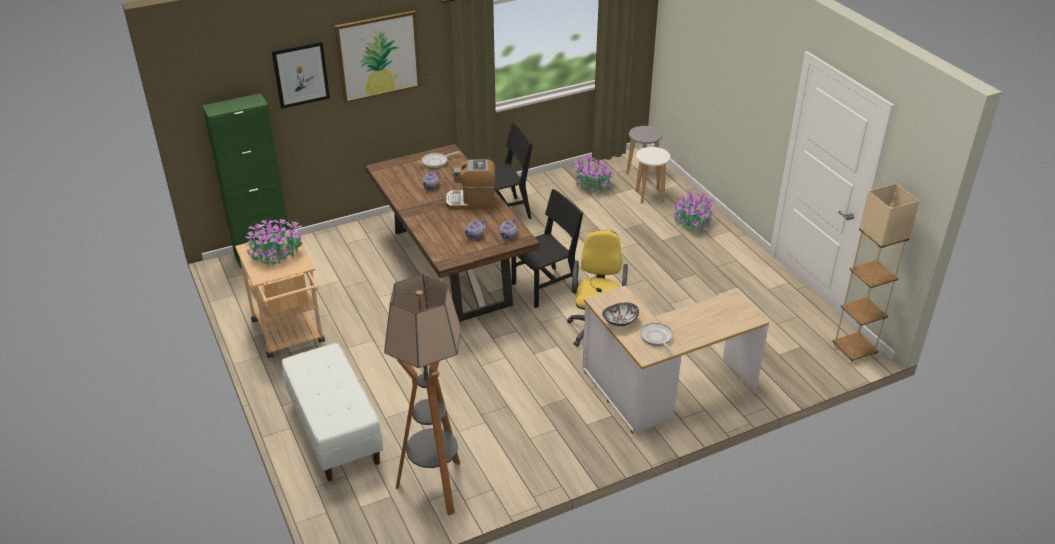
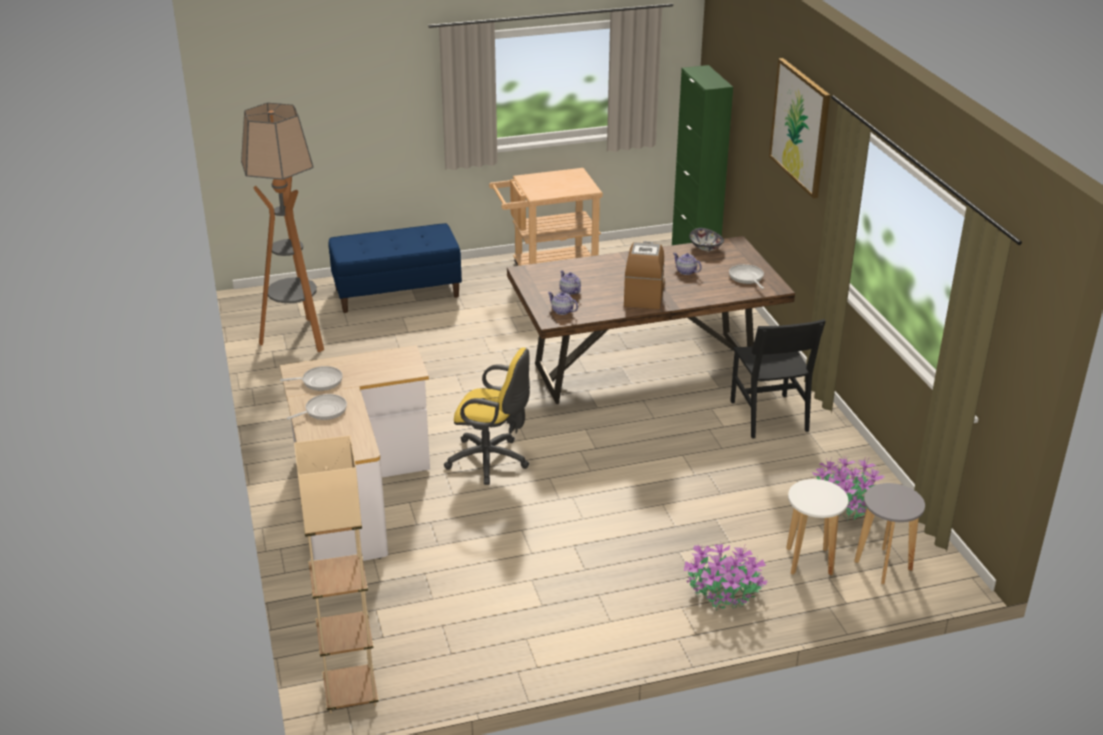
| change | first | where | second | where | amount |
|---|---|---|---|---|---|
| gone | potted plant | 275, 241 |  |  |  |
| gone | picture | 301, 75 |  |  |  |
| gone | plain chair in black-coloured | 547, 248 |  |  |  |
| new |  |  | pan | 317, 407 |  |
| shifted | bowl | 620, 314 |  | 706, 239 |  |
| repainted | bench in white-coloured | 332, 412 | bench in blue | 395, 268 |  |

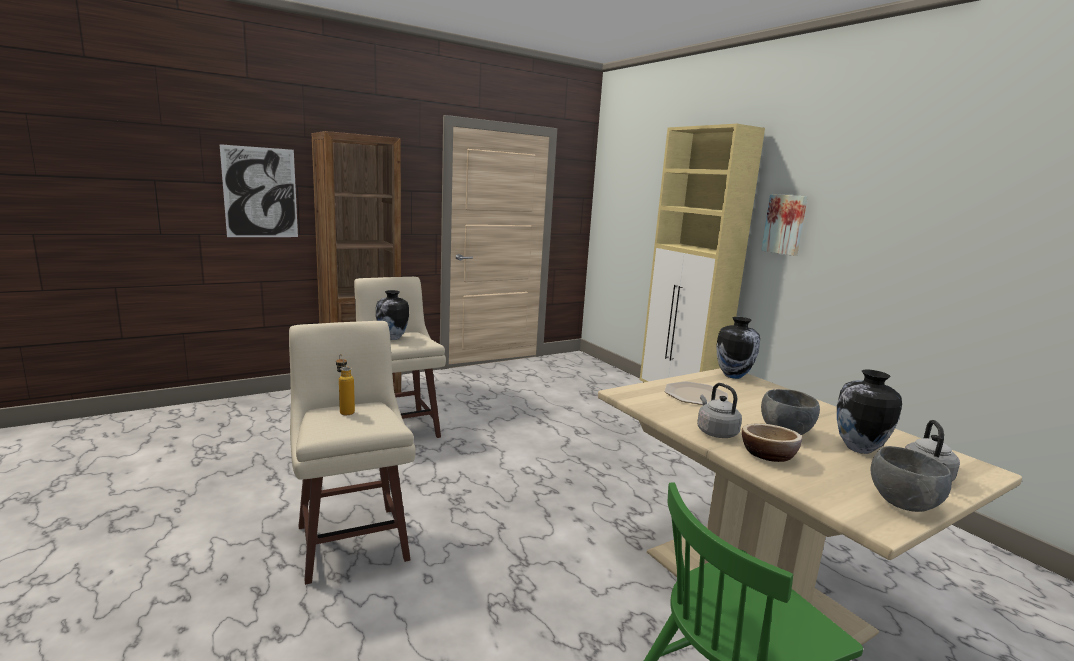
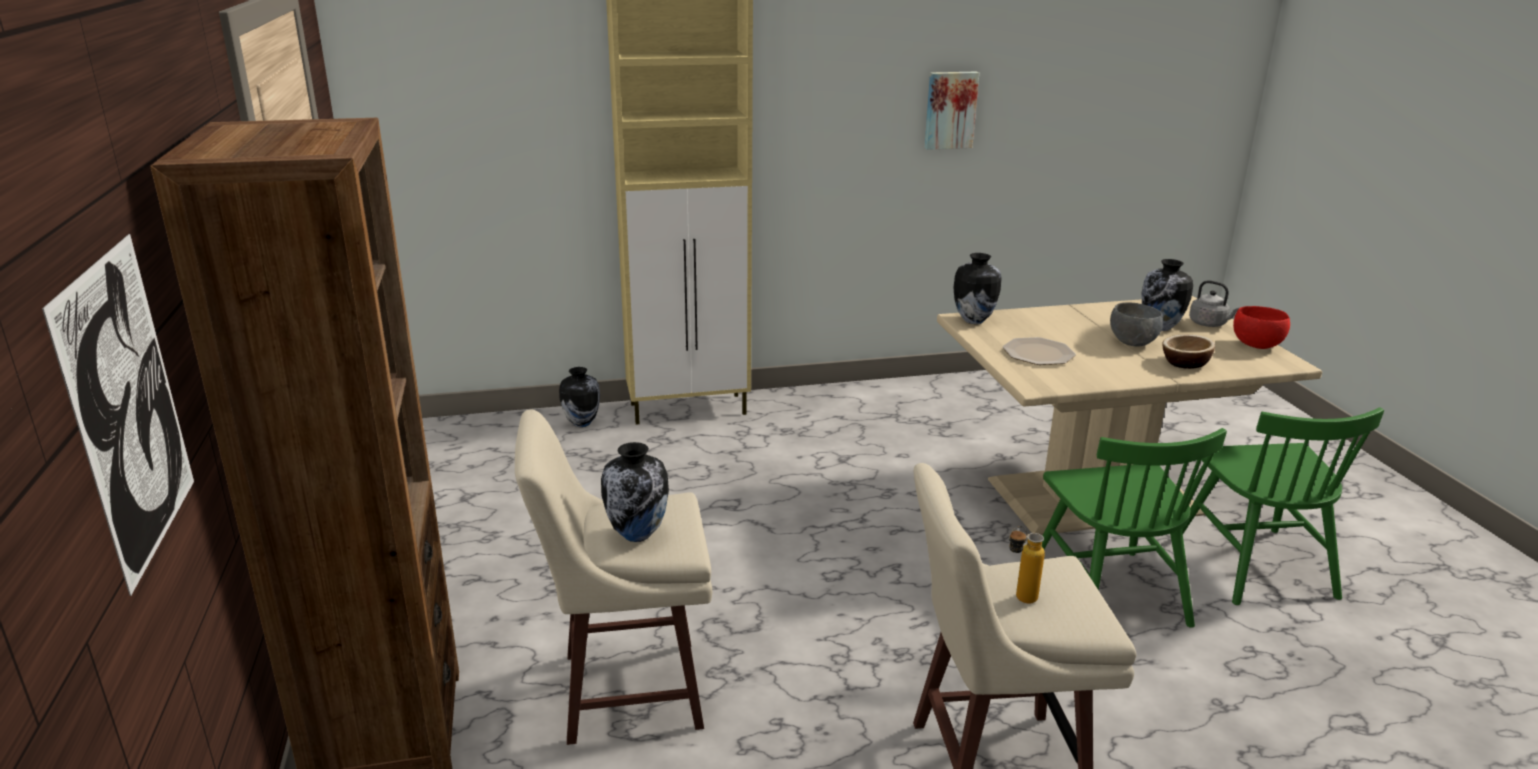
| change | first | where | second | where | amount |
|---|---|---|---|---|---|
| gone | kettle in grey | 719, 410 |  |  |  |
| new |  |  | decorative vase | 579, 397 |  |
| new |  |  | plain chair in green | 1134, 528 |  |
| shifted | picture | 784, 225 |  | 951, 111 |  |
| repainted | bowl in grey | 911, 479 | bowl in red | 1261, 327 |  |

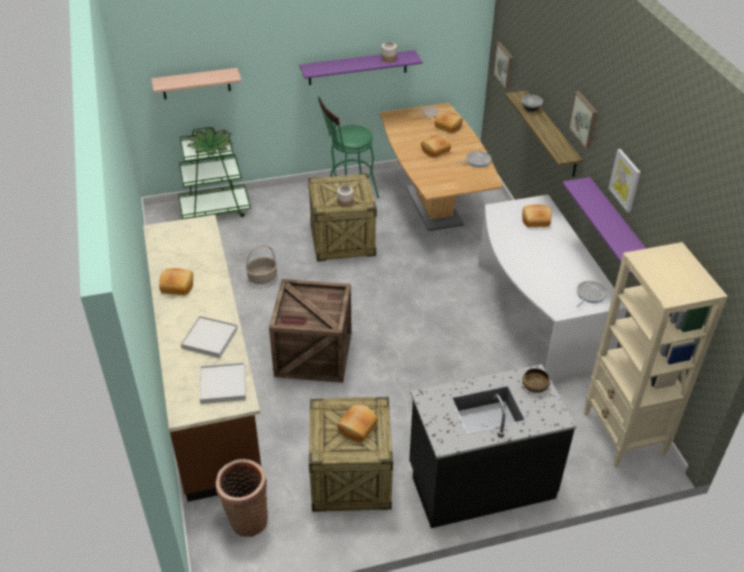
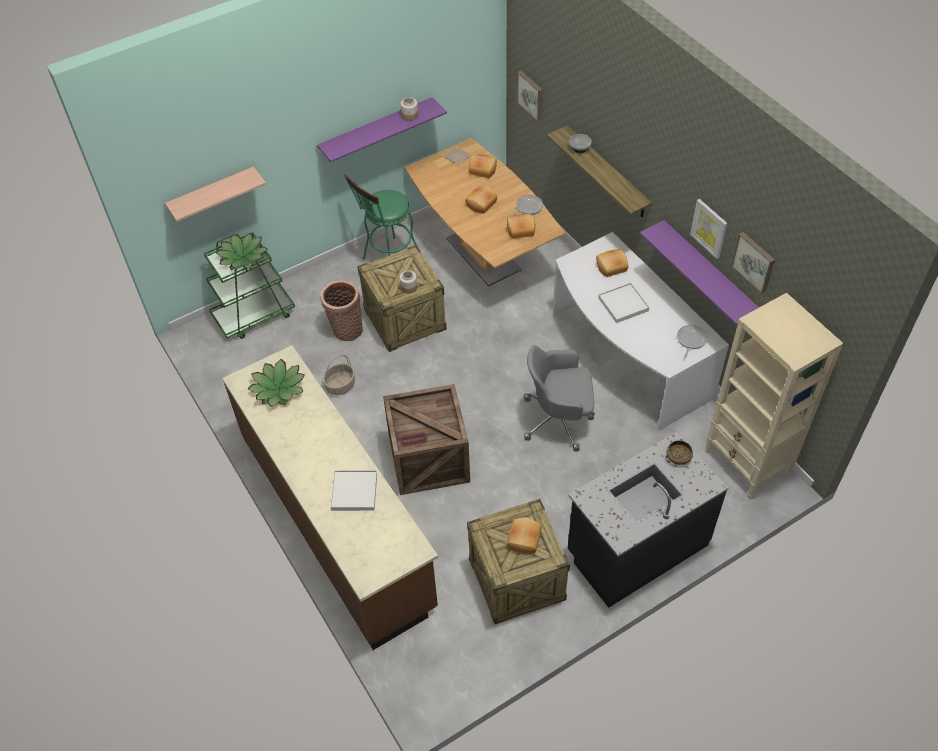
| change | first | where | second | where | amount |
|---|---|---|---|---|---|
| new |  |  | potted plant | 276, 383 |  |
| new |  |  | office chair in grey | 559, 398 |  |
| shifted | baked bread | 176, 282 |  | 521, 226 |  |
| shifted | serving tray in white-coloured | 223, 383 |  | 623, 303 |  |
| shifted | basket | 242, 498 |  | 341, 310 |  |
| shifted | picture | 583, 120 |  | 753, 263 |  |

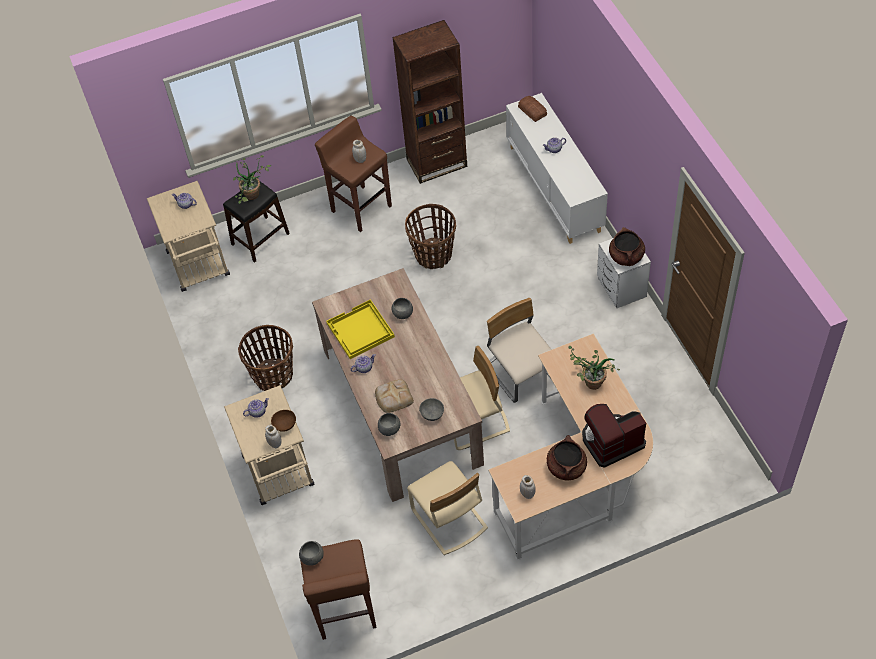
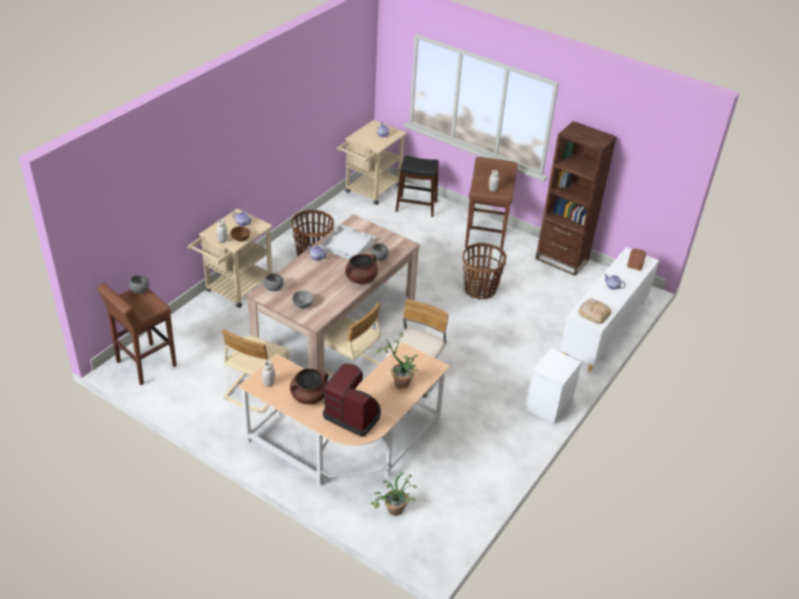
| change | first | where | second | where | amount |
|---|---|---|---|---|---|
| shifted | potted plant | 252, 179 |  | 393, 494 |  |
| shifted | baked bread | 394, 396 |  | 594, 311 |  |
| shifted | saucepot in brown-coloured | 627, 246 |  | 361, 269 |  |
| repainted | serving tray in yellow | 360, 329 | serving tray in white-coloured | 348, 242 |  |

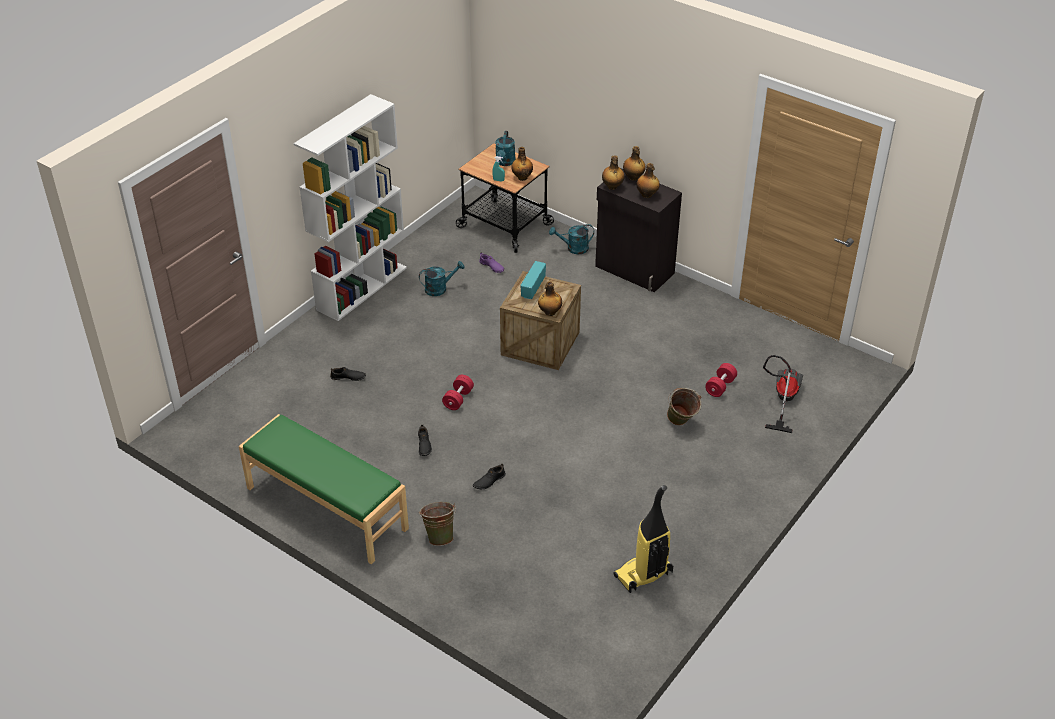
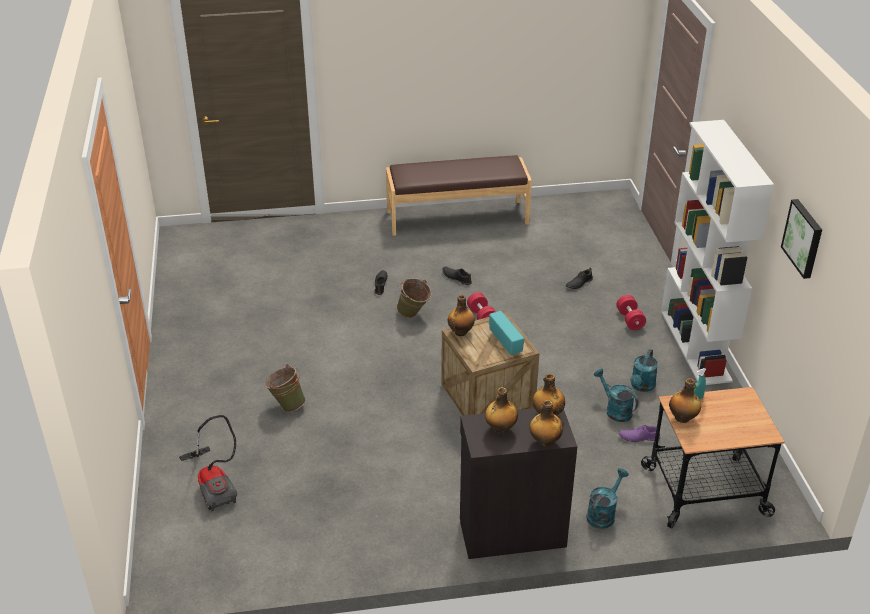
| change | first | where | second | where | amount |
|---|---|---|---|---|---|
| gone | vacuum cleaner | 643, 539 |  |  |  |
| new |  |  | picture | 801, 239 |  |
| shifted | pail in green | 437, 524 |  | 414, 298 |  |
| shifted | watering can in turquoise | 505, 148 |  | 616, 395 |  |
| shifted | free weight in red | 721, 380 |  | 631, 312 |  |
| repainted | bench in green | 324, 489 | bench in brown-coloured | 459, 195 |  |

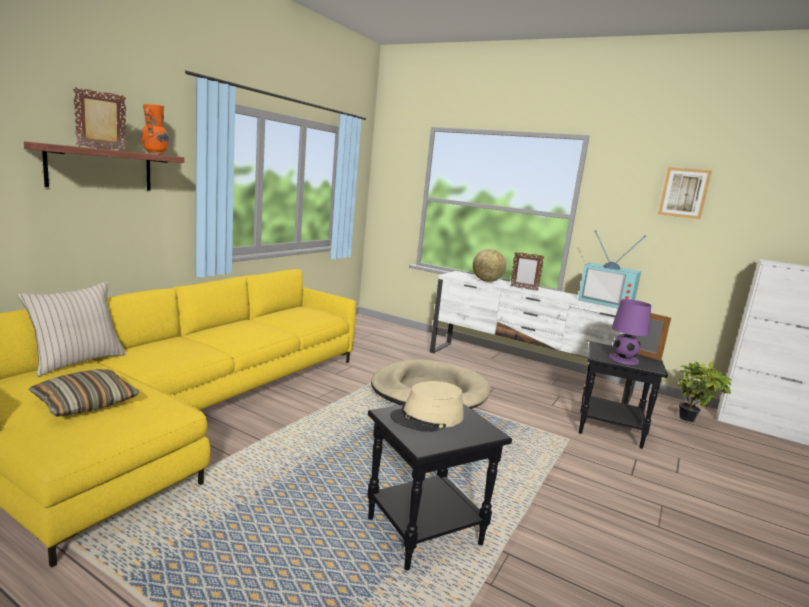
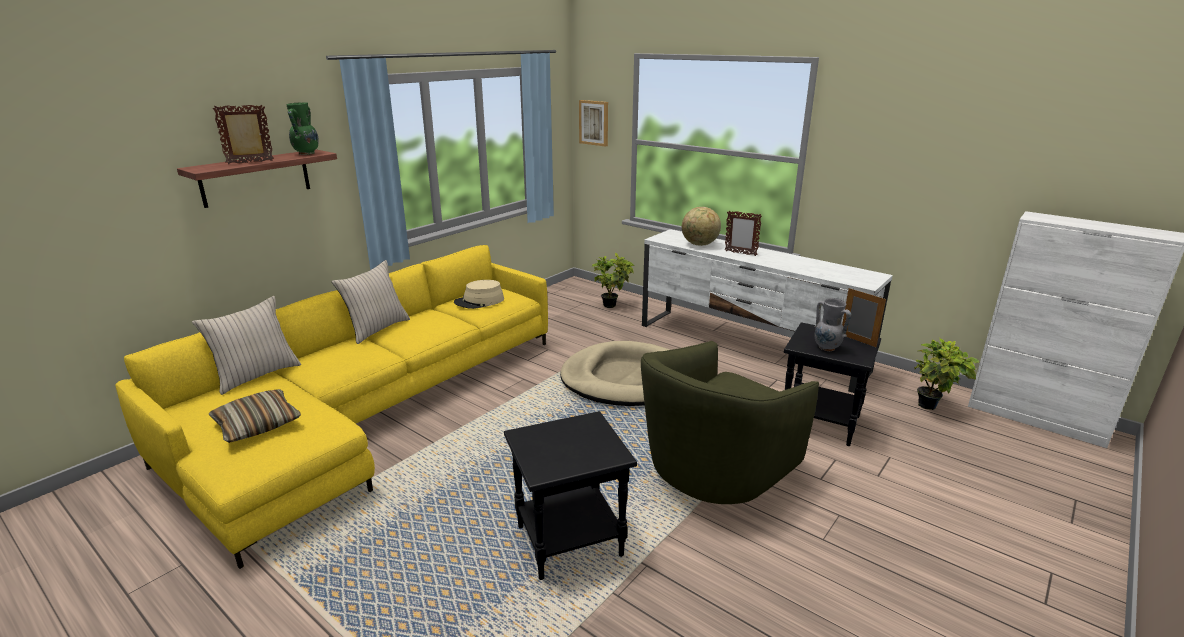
| change | first | where | second | where | amount |
|---|---|---|---|---|---|
| gone | TV set | 612, 269 |  |  |  |
| new |  |  | cushion in beige-coloured | 371, 302 |  |
| new |  |  | potted plant | 613, 280 |  |
| new |  |  | armchair in green | 730, 422 |  |
| shifted | clothing hat in beige-coloured | 427, 406 |  | 479, 294 |  |
| shifted | picture | 685, 193 |  | 593, 123 |  |
| swapped | tabletop lamp in purple-coloured | 630, 332 | decorative vase in grey | 832, 324 |  |
| repainted | decorative vase in orange-coloured | 155, 129 | decorative vase in green | 302, 128 |  |

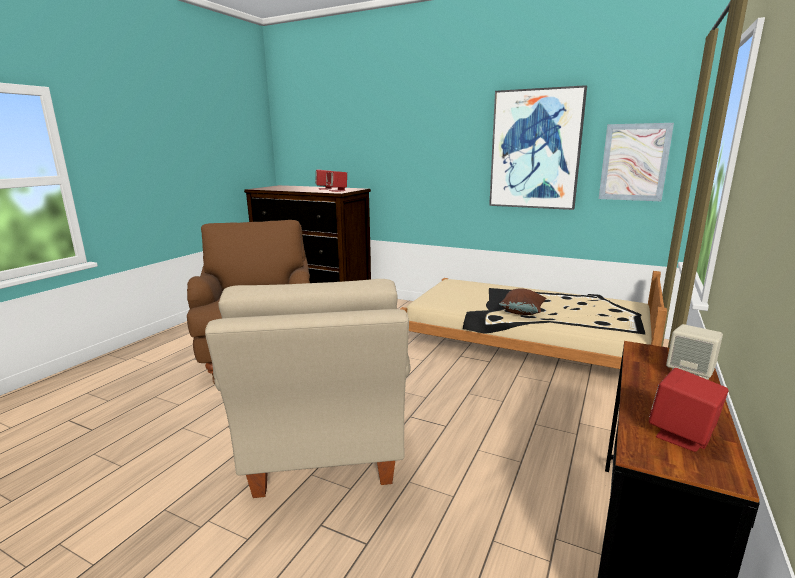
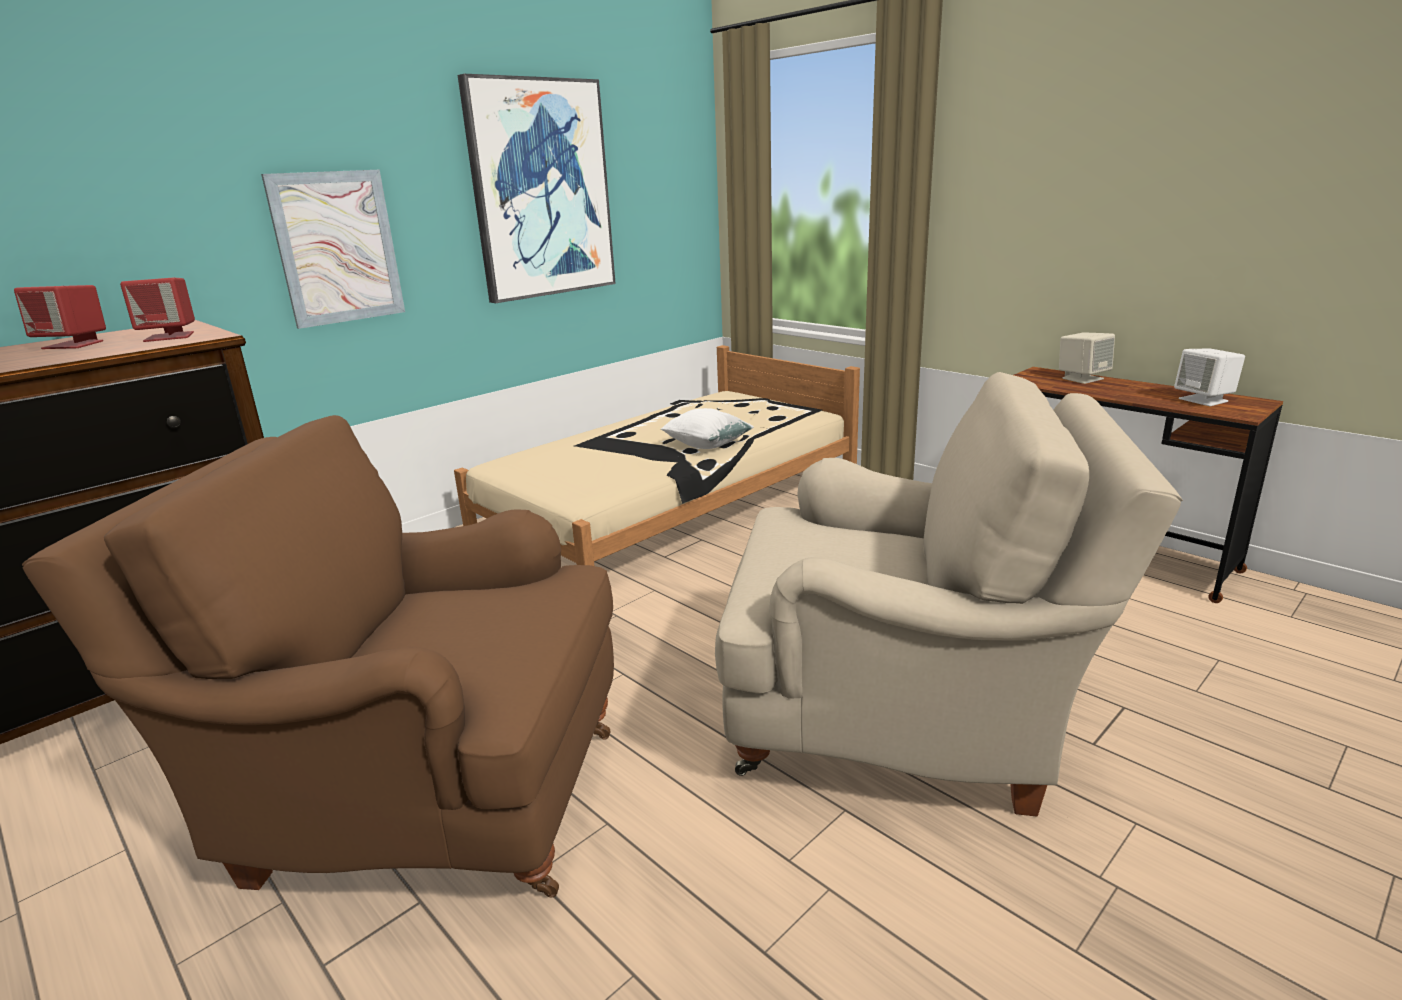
| change | first | where | second | where | amount |
|---|---|---|---|---|---|
| shifted | picture | 636, 162 |  | 333, 249 |  |
| repainted | cushion in brown-coloured | 523, 301 | cushion in white-coloured | 707, 428 |  |
| repainted | audio speaker in red | 689, 410 | audio speaker in white-coloured | 1209, 377 |  |

